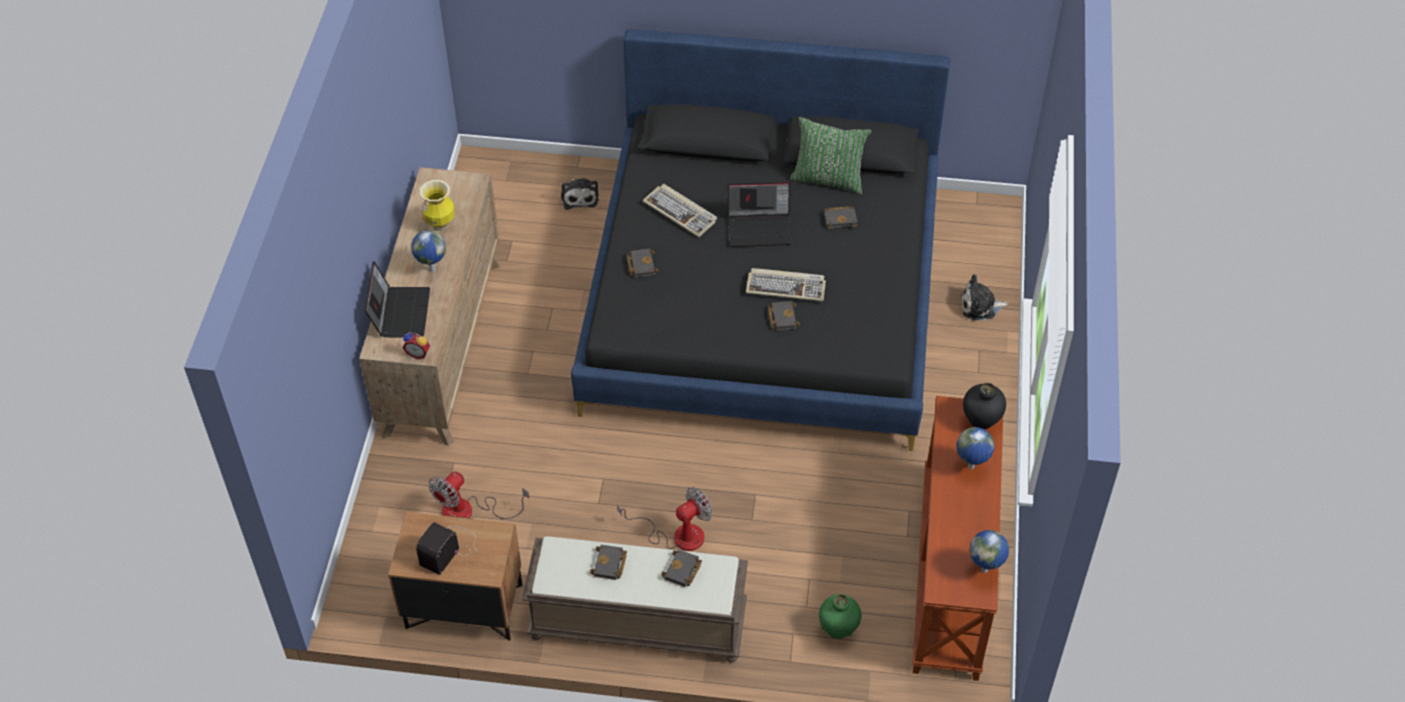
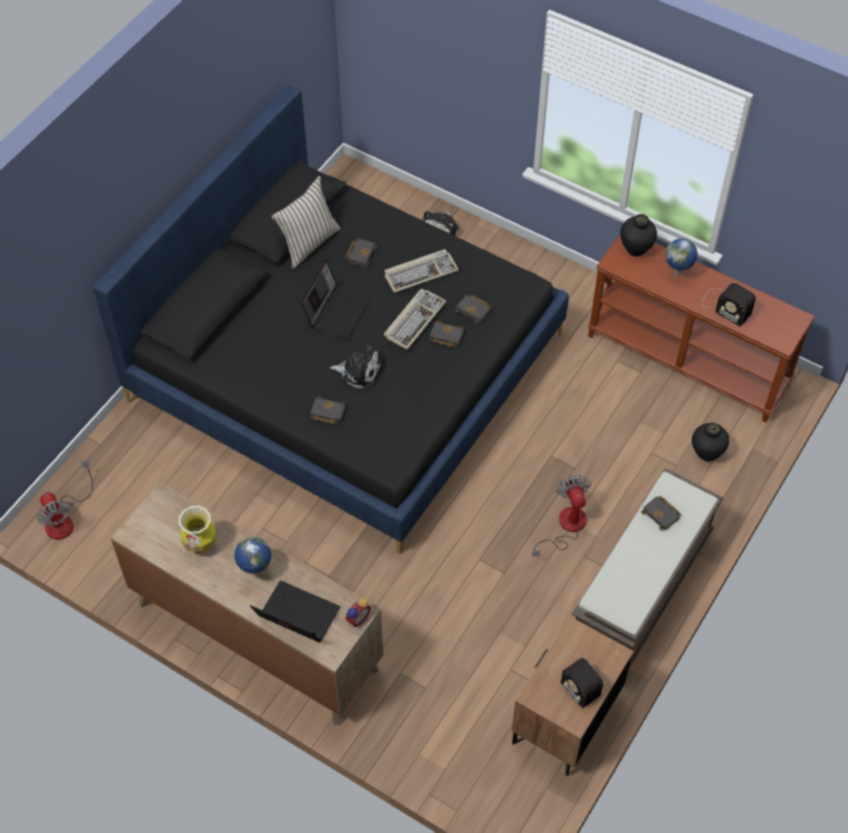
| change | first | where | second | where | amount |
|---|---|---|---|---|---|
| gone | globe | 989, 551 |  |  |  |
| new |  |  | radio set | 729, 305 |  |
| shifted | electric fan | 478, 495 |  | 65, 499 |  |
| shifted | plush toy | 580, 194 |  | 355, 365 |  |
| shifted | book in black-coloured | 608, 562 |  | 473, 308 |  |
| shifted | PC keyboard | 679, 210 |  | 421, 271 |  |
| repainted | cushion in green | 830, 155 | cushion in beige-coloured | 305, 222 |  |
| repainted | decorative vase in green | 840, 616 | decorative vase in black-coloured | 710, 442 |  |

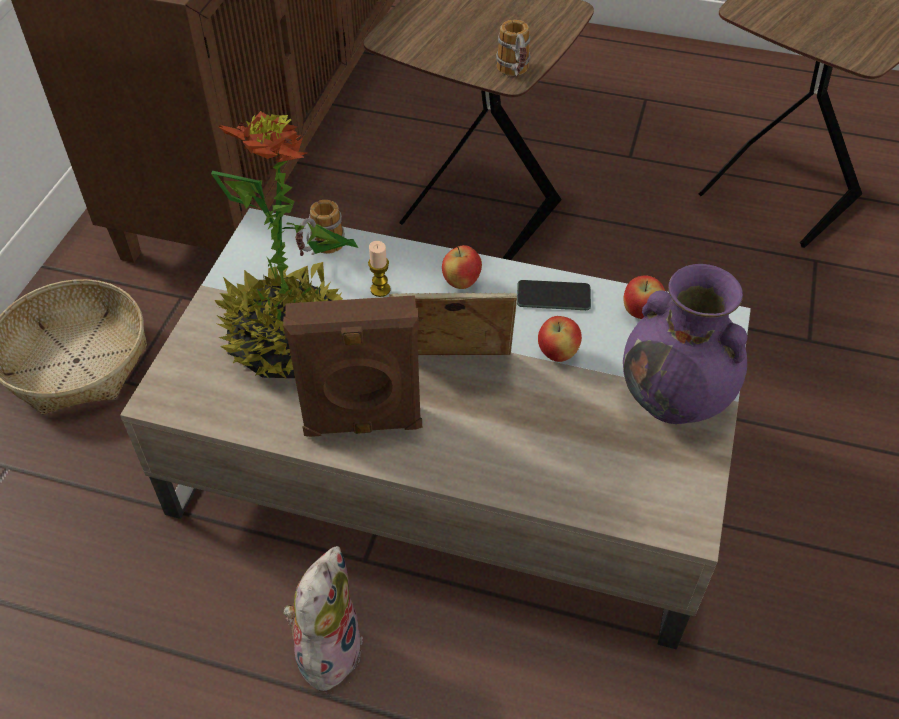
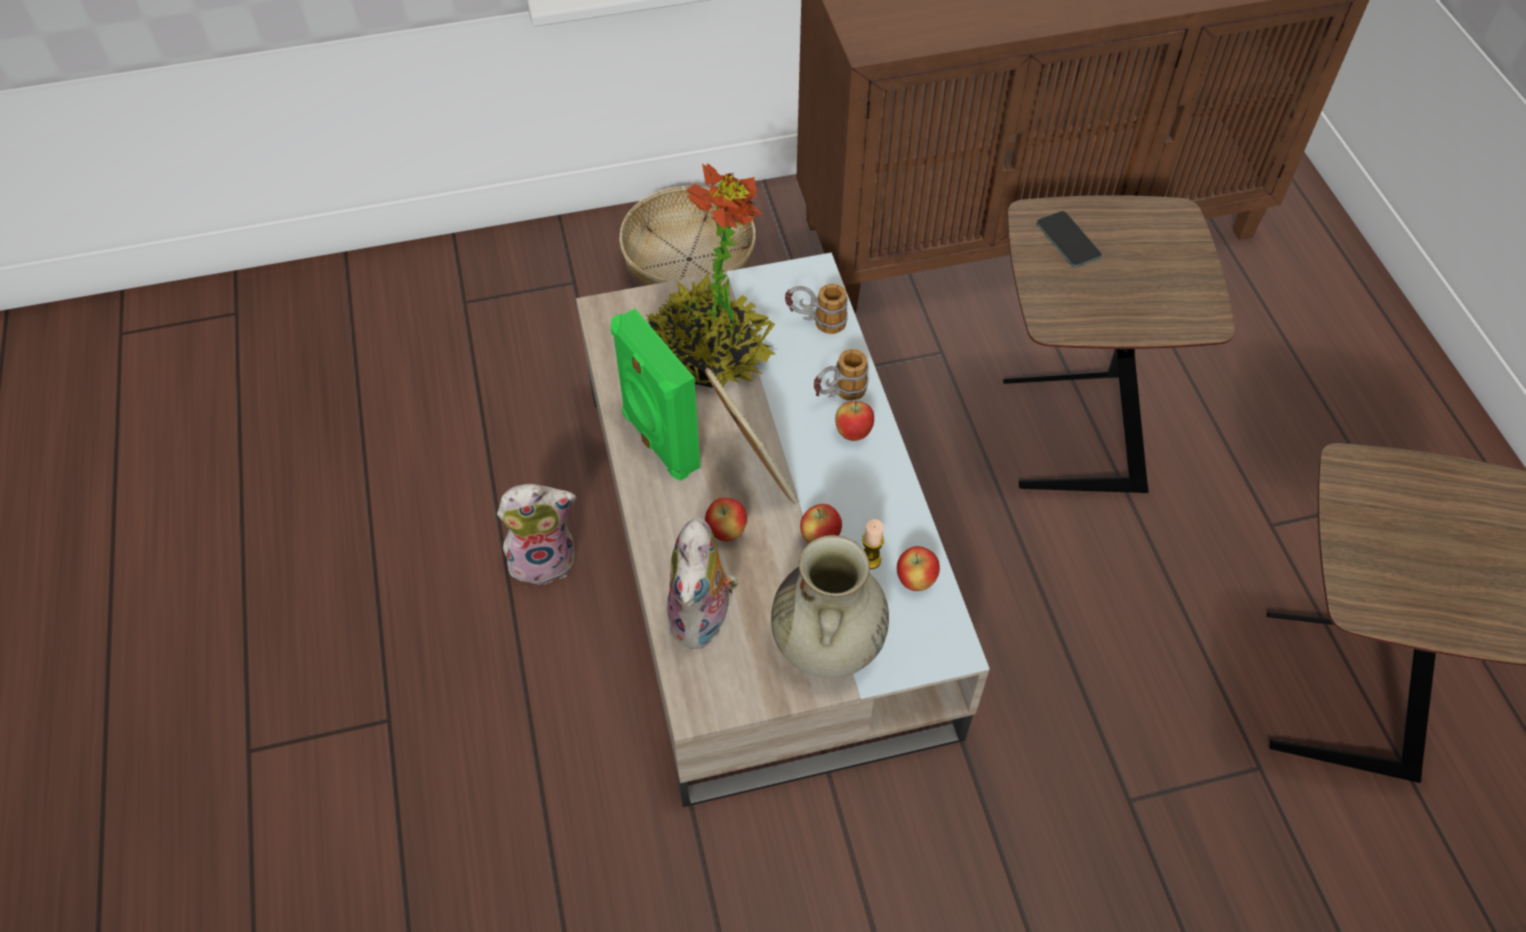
| change | first | where | second | where | amount |
|---|---|---|---|---|---|
| new |  |  | plush toy | 702, 583 |  |
| new |  |  | whole apple | 726, 519 |  |
| shifted | wax candle | 379, 269 |  | 873, 544 |  |
| shifted | tea mug | 513, 48 |  | 841, 374 |  |
| shifted | handset | 554, 295 |  | 1069, 239 |  |
| repainted | audio speaker in brown-coloured | 352, 366 | audio speaker in green | 655, 395 |  |
| repainted | decorative vase in purple-coloured | 685, 344 | decorative vase in beige-coloured | 830, 606 |  |

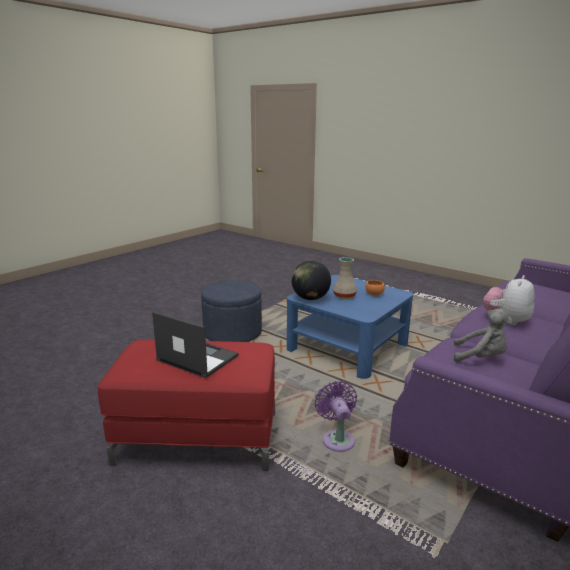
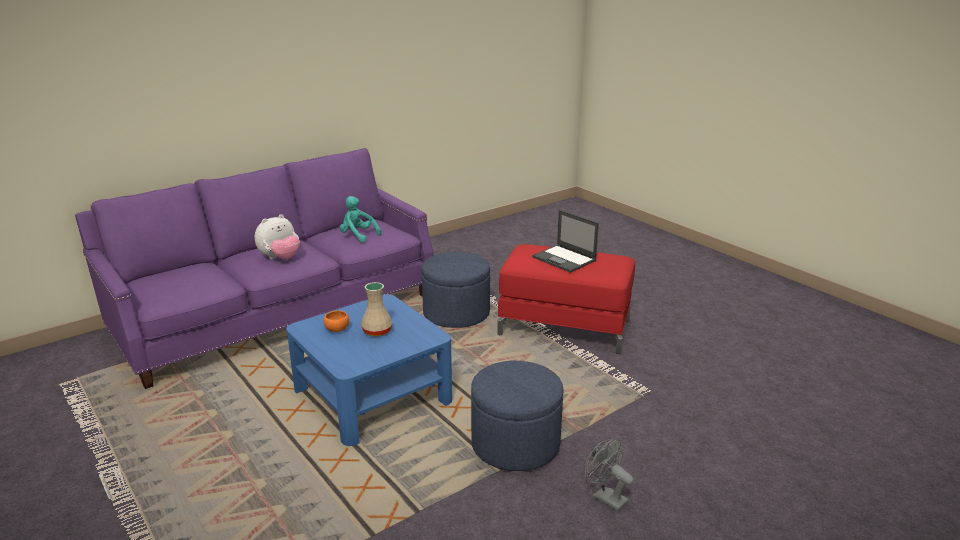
| change | first | where | second | where | amount |
|---|---|---|---|---|---|
| gone | globe | 311, 280 |  |  |  |
| new |  |  | electric fan in grey | 609, 474 |  |
| swapped | electric fan in purple-coloured | 336, 416 | pouffe in blue | 456, 290 |  |
| repainted | plush toy in grey | 483, 336 | plush toy in turquoise | 360, 219 |  |

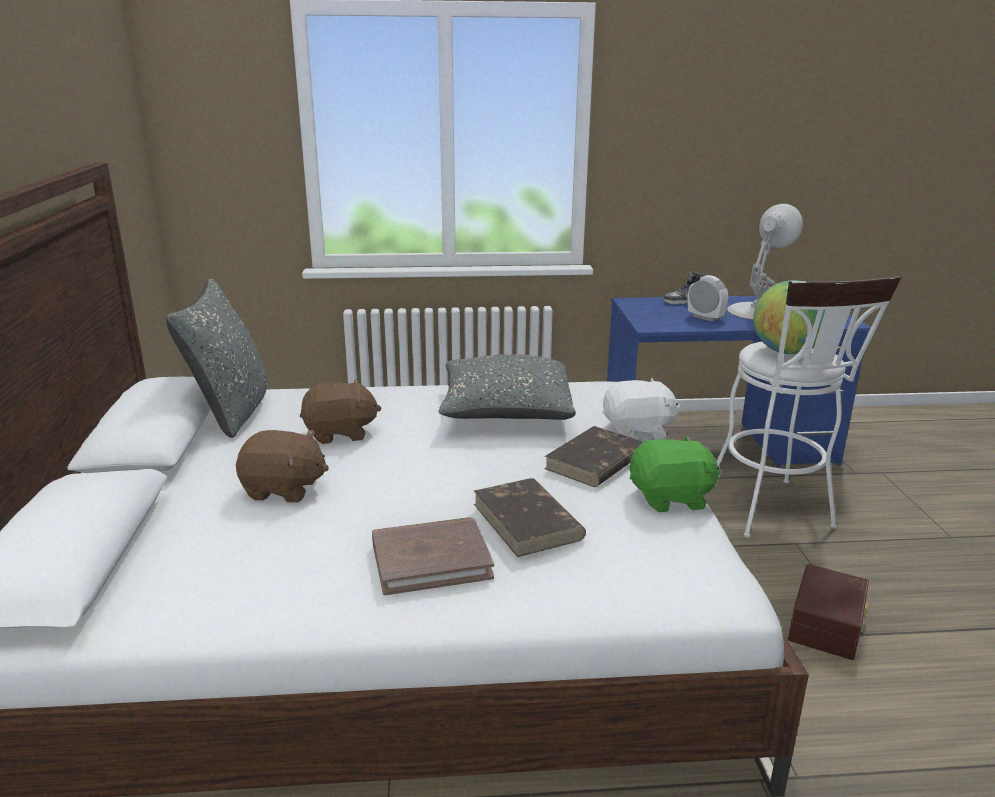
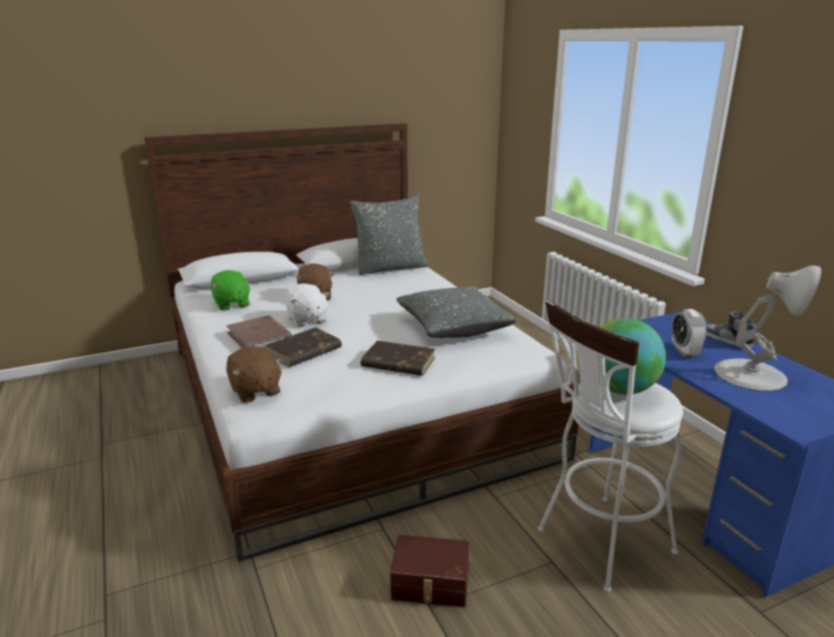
| change | first | where | second | where | amount |
|---|---|---|---|---|---|
| shifted | plush toy in brown-coloured | 341, 411 |  | 254, 374 |  |
| shifted | plush toy in white-coloured | 641, 408 |  | 307, 305 |  |
| shifted | plush toy in green | 675, 473 |  | 231, 290 |  |
| rotated | alarm clock | 708, 298 |  | 689, 333 | 150 degrees clockwise |

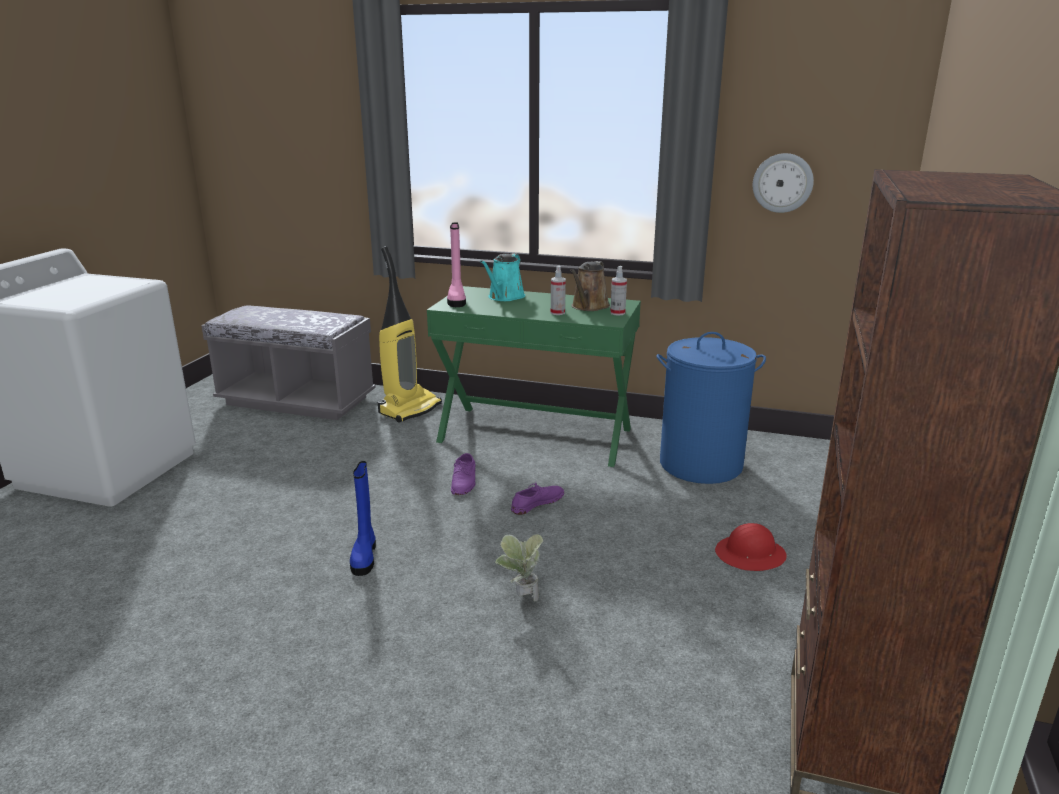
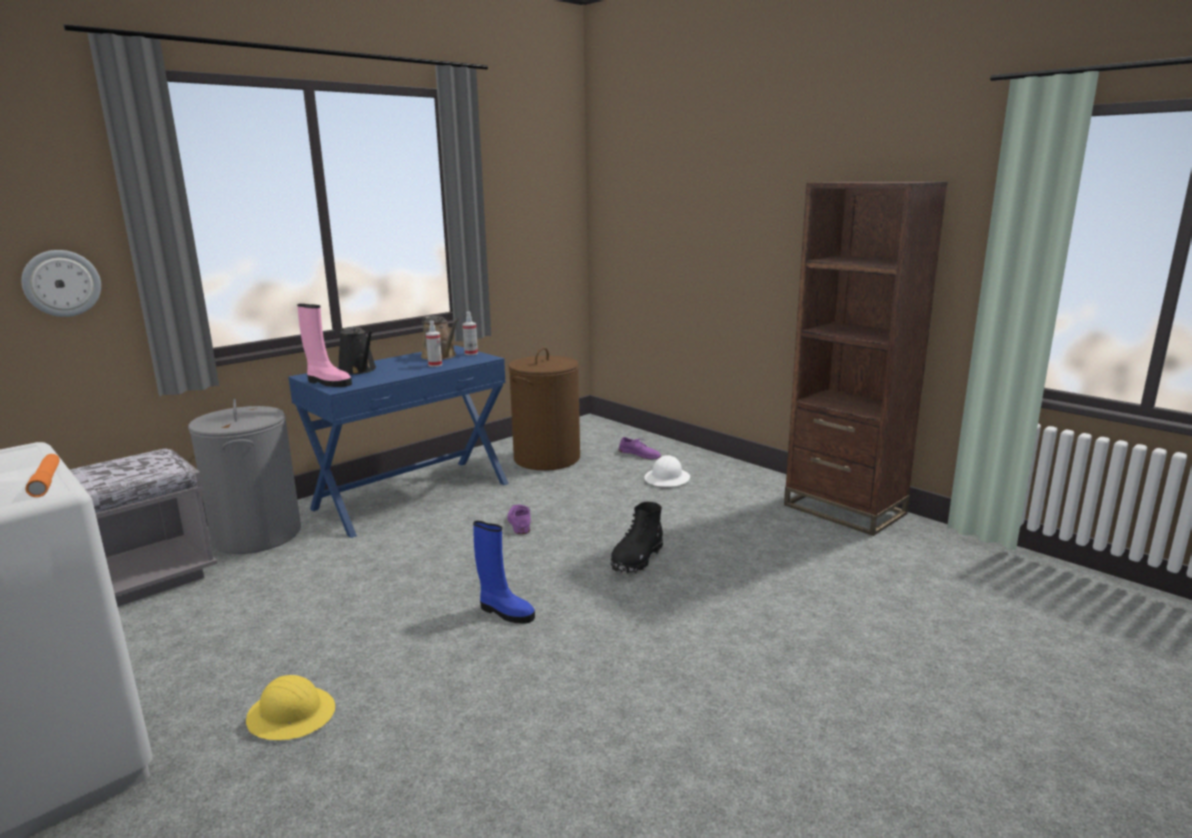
| change | first | where | second | where | amount |
|---|---|---|---|---|---|
| new |  |  | hand torch in orange-coloured | 42, 475 |  |
| new |  |  | safety helmet in yellow | 290, 707 |  |
| shifted | item of footwear in purple-coloured | 463, 474 |  | 640, 448 |  |
| shifted | clock on the wall | 783, 183 |  | 61, 283 |  |
| swapped | vacuum cleaner | 410, 334 | laundry basket in grey | 244, 476 |  |
| swapped | potted plant | 519, 567 | boot in black-coloured | 637, 538 |  |
| repainted | narrow table in green | 534, 376 | narrow table in blue | 398, 441 |  |
| repainted | watering can in turquoise | 502, 277 | watering can in black-coloured | 357, 350 |  |
| repainted | laundry basket in blue | 711, 408 | laundry basket in brown-coloured | 544, 408 |  |
| repainted | safety helmet in red | 751, 547 | safety helmet in white-coloured | 667, 471 |  |

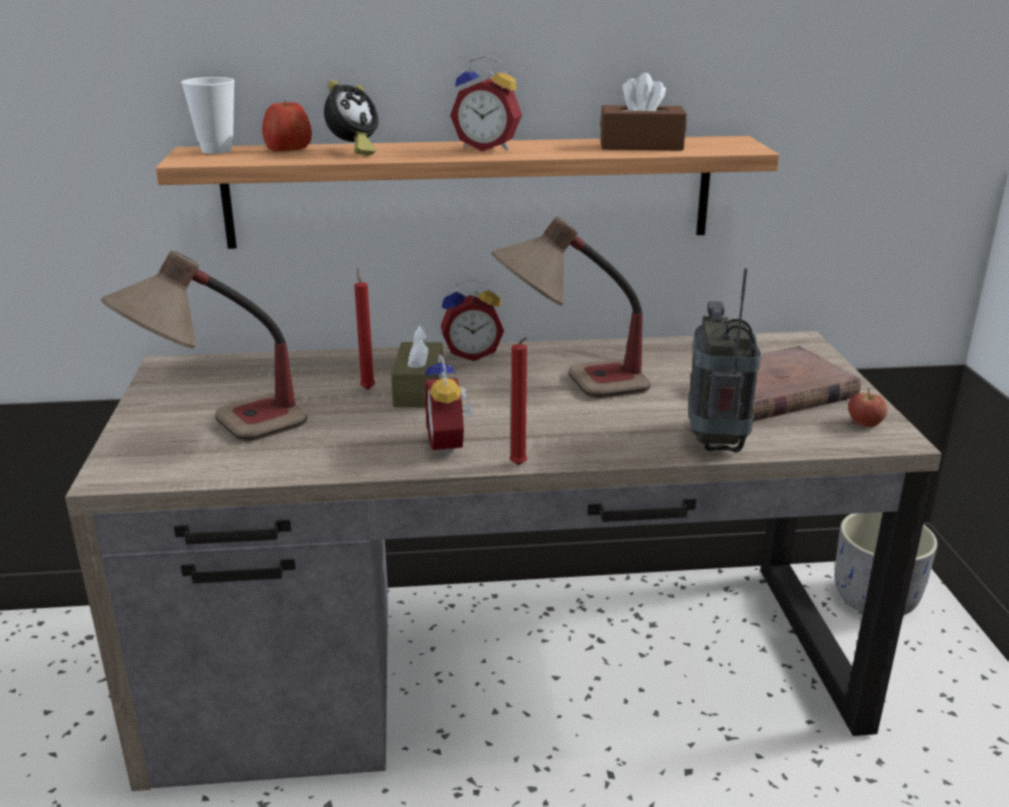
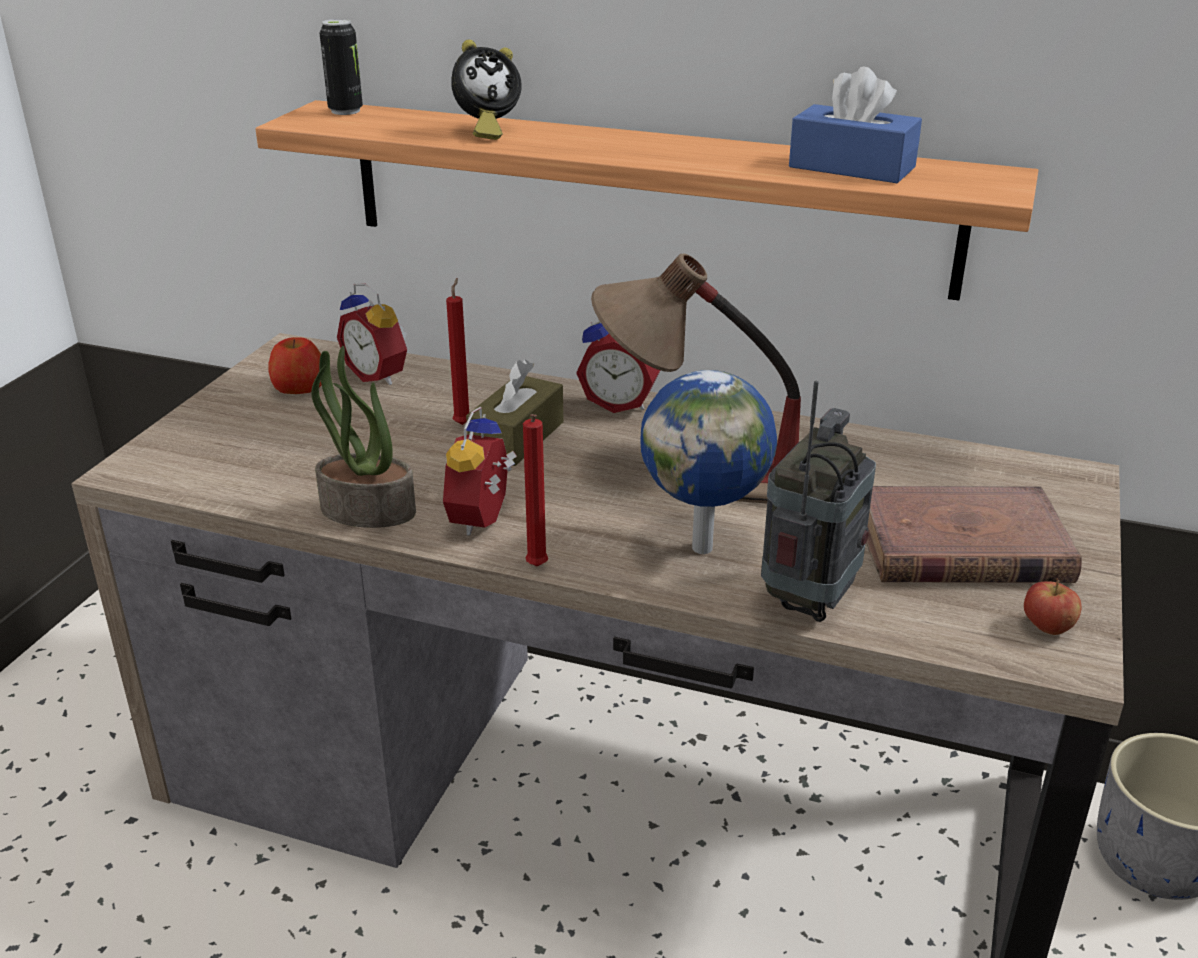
| change | first | where | second | where | amount |
|---|---|---|---|---|---|
| gone | tabletop lamp | 204, 346 |  |  |  |
| new |  |  | potted plant | 363, 437 |  |
| new |  |  | globe | 708, 462 |  |
| shifted | whole apple | 287, 126 |  | 295, 365 |  |
| shifted | alarm clock | 486, 103 |  | 372, 334 |  |
| swapped | small cup | 208, 115 | metal can | 341, 67 |  |
| repainted | tissue box in brown-coloured | 643, 112 | tissue box in blue | 855, 125 |  |

